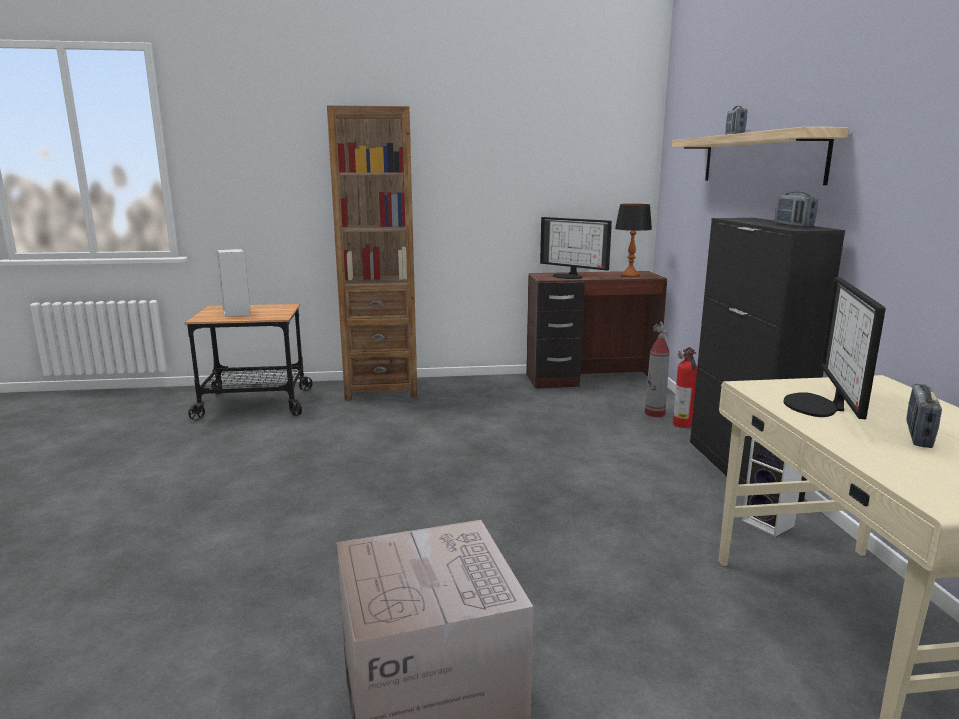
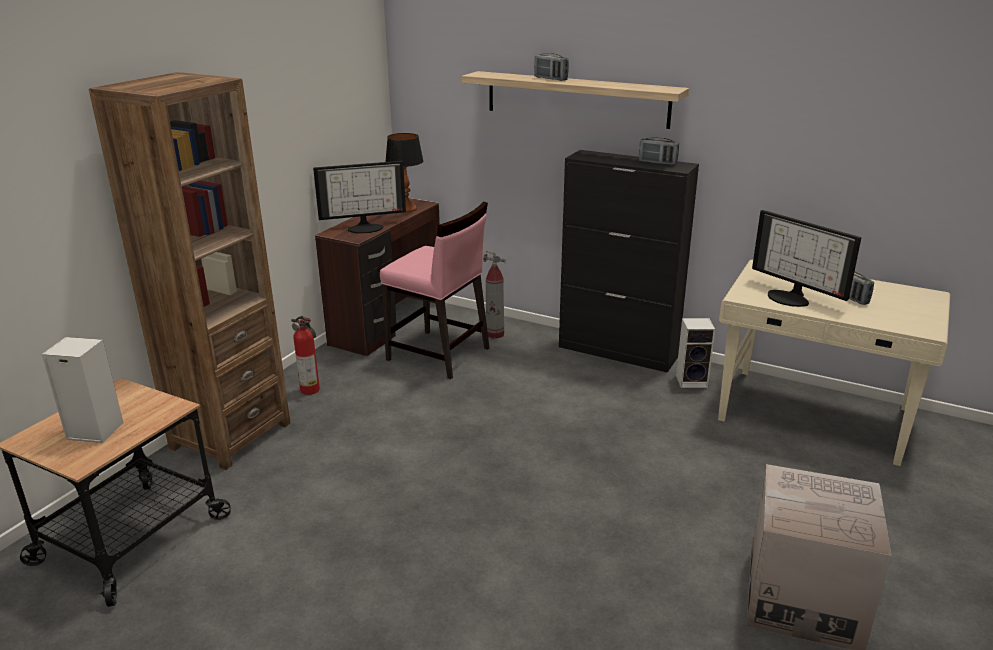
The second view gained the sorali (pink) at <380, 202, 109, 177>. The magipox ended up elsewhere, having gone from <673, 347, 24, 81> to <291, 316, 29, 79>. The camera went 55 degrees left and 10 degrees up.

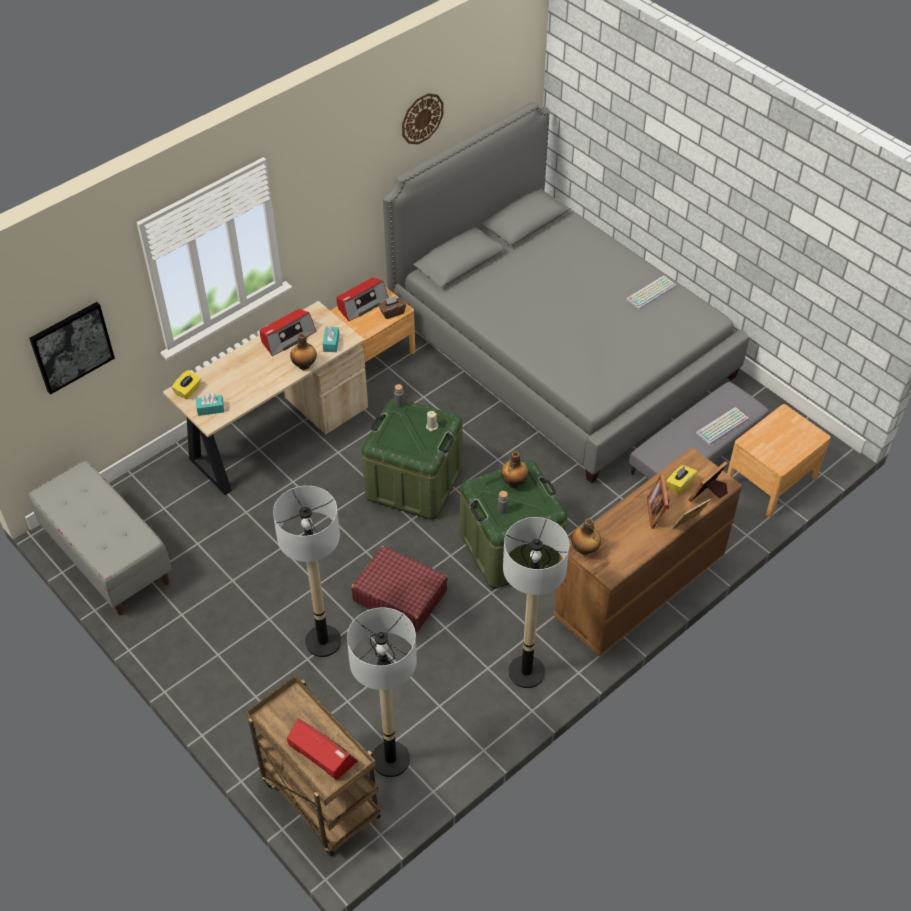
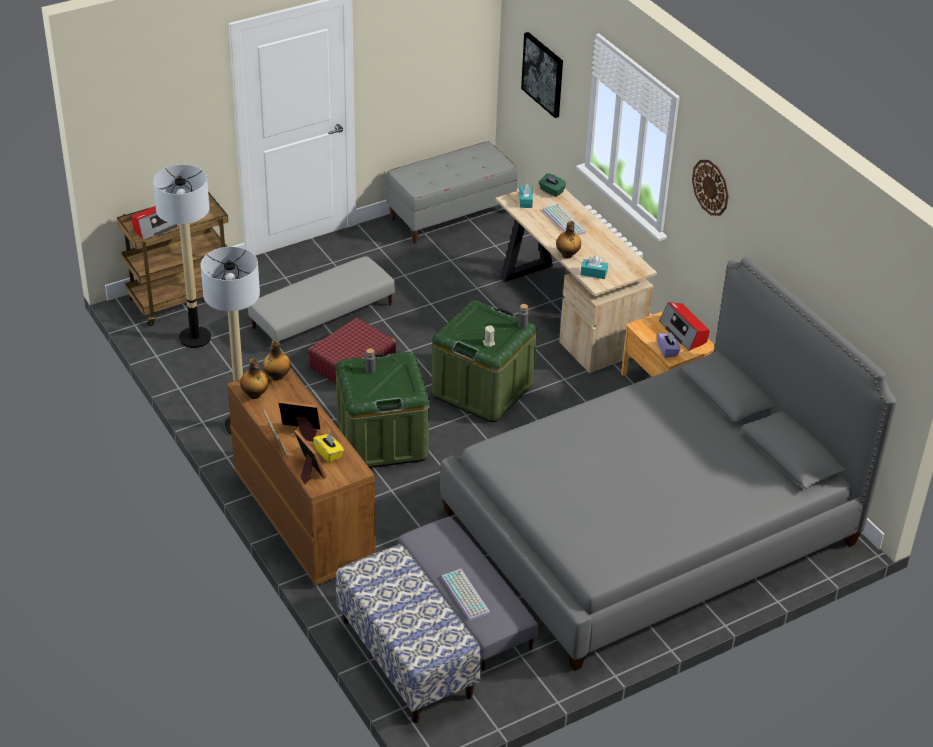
The second view lost the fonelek at <259, 309, 57, 47>. The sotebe ended up elsewhere, having gone from <402, 93, 42, 51> to <692, 160, 37, 56>. The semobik ended up elsewhere, having gone from <501, 451, 27, 37> to <240, 358, 29, 41>. The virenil ended up elsewhere, having gone from <626, 275, 51, 35> to <542, 204, 44, 31>. Where the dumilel stood at <273, 486, 68, 171>, the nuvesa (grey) came to stand at <248, 256, 147, 87>. Where the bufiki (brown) stood at <727, 404, 103, 113>, the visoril came to stand at <336, 544, 145, 179>. What was the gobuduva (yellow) at <172, 370, 29, 29> turned into the gobuduva (green) at <539, 173, 27, 24>. What was the gobuduva (brown) at <378, 296, 28, 23> turned into the gobuduva (purple) at <657, 332, 24, 26>. The camera went 100 degrees right and 10 degrees down.

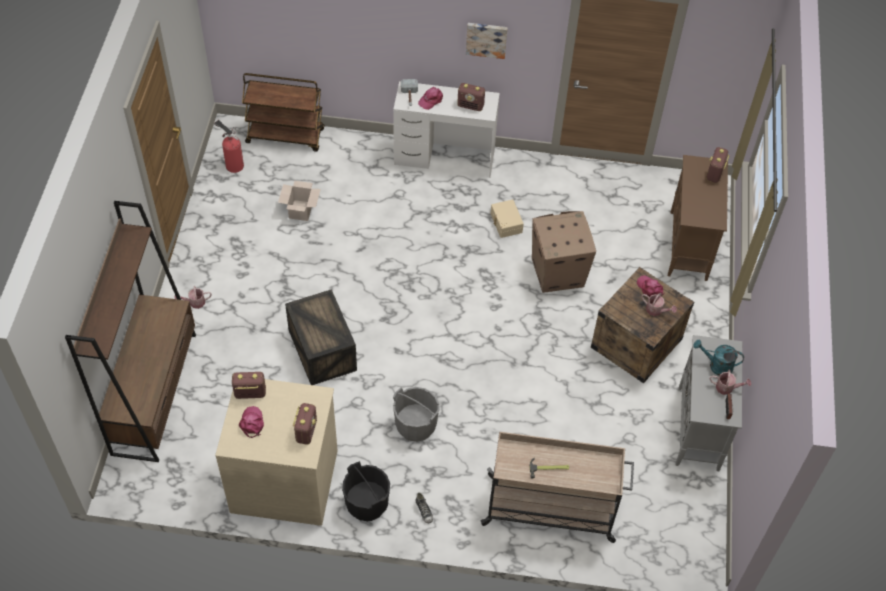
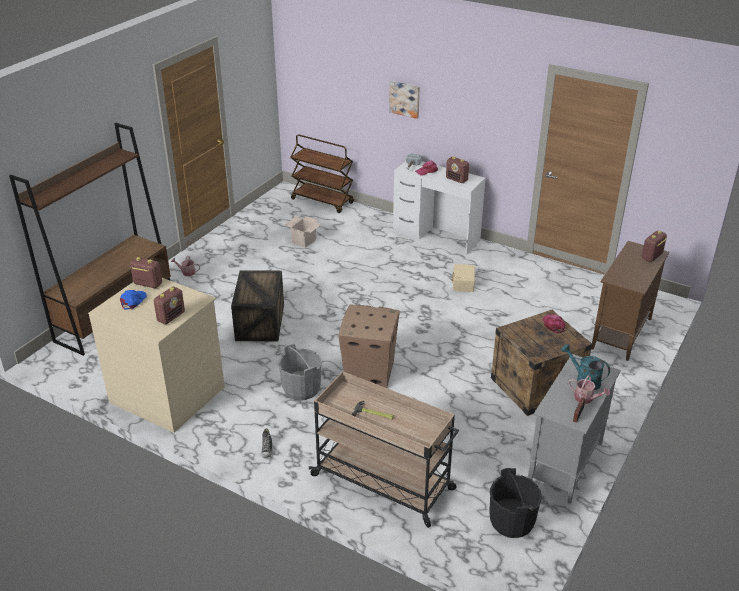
The second view lost the magipox at <214, 120, 30, 53>. The second view lost the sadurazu at <642, 293, 35, 23>. The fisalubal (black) ended up elsewhere, having gone from <342, 461, 48, 60> to <489, 468, 53, 70>. The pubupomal ended up elsewhere, having gone from <466, 23, 42, 36> to <389, 81, 31, 38>. The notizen ended up elsewhere, having gone from <532, 211, 64, 82> to <338, 304, 62, 84>. What was the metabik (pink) at <239, 406, 25, 32> turned into the metabik (blue) at <120, 290, 27, 20>. The camera went 25 degrees right and 20 degrees down.

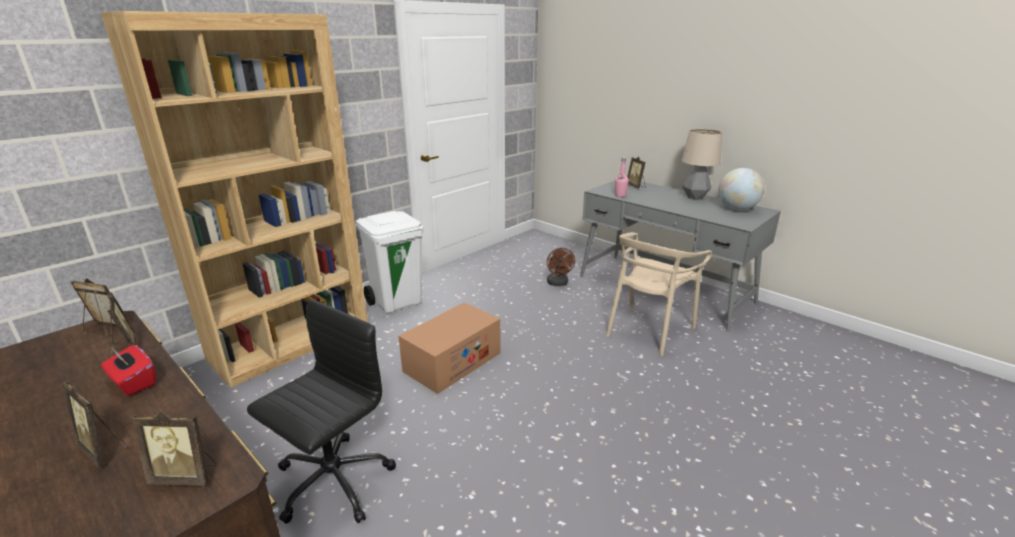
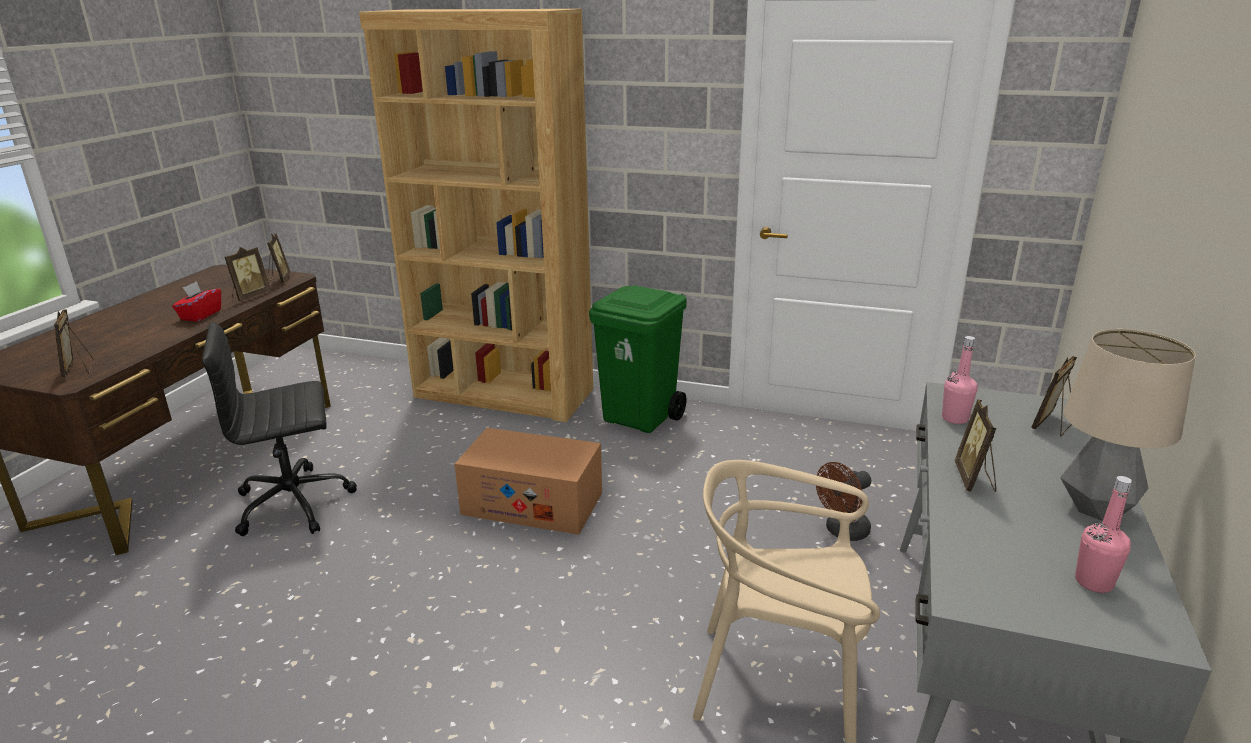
The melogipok ended up elsewhere, having gone from <63, 382, 66, 86> to <955, 399, 41, 93>. Where the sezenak stood at <718, 168, 47, 43>, the semobik (pink) came to stand at <1075, 476, 57, 117>. What was the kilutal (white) at <356, 211, 67, 103> turned into the kilutal (green) at <589, 285, 98, 148>. The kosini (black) at <247, 299, 149, 225> ended up facing another way, 150 degrees clockwise from before. The camera went 65 degrees right and 0 degrees up.

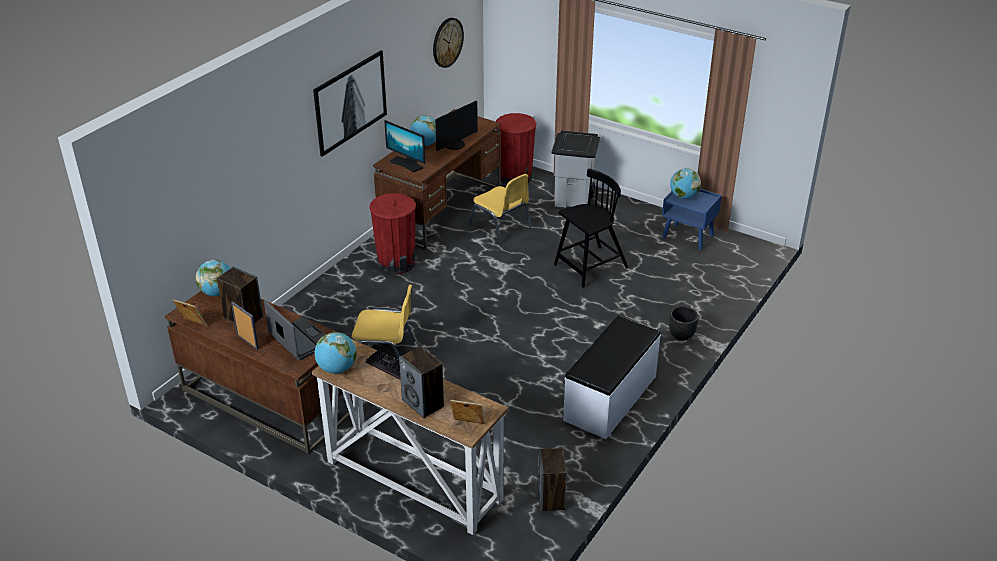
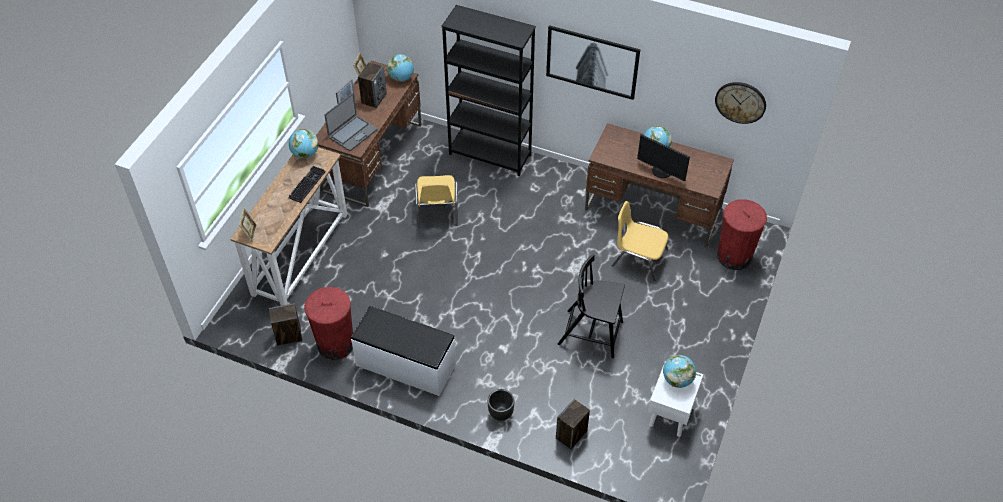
The second view lost the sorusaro at <384, 120, 41, 52>. The second view lost the kilutal (grey) at <551, 131, 49, 77>. The second view gained the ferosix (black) at <442, 5, 94, 171>. The kilutal (red) ended up elsewhere, having gone from <369, 193, 47, 81> to <304, 287, 49, 73>. The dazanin ended up elsewhere, having gone from <399, 346, 45, 72> to <556, 399, 34, 50>. What was the bufiki (blue) at <662, 189, 60, 61> turned into the bufiki (white) at <648, 362, 56, 75>. The sorali (yellow) at <469, 174, 63, 70> ended up facing another way, 75 degrees clockwise from before. The sorali (black) at <554, 168, 75, 120> ended up facing another way, 150 degrees clockwise from before. The camera went 80 degrees right and 15 degrees up.

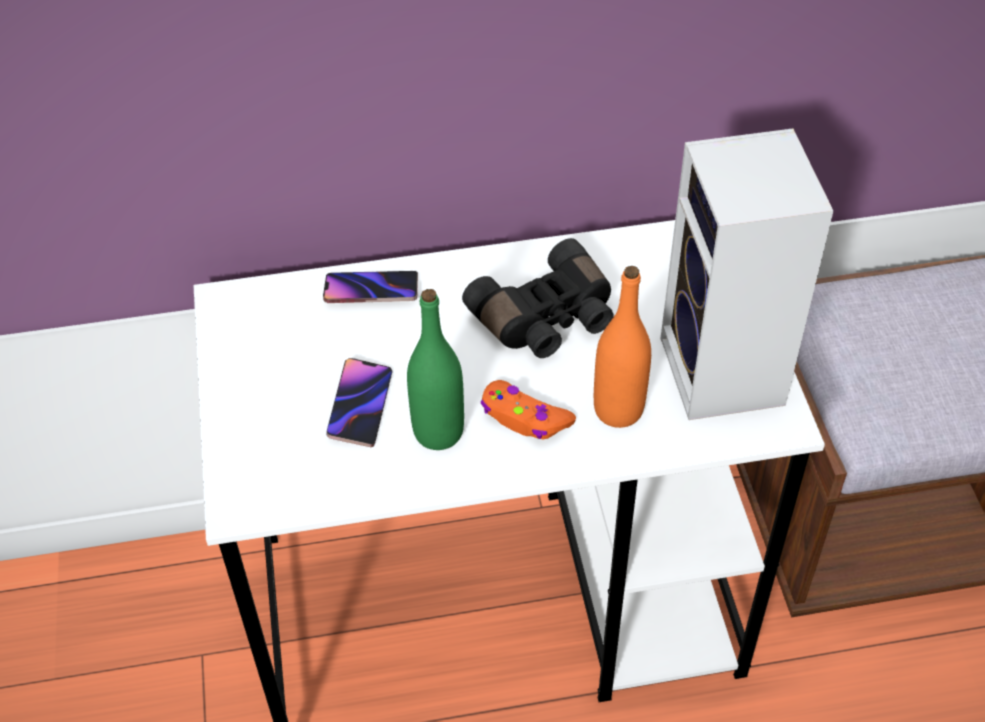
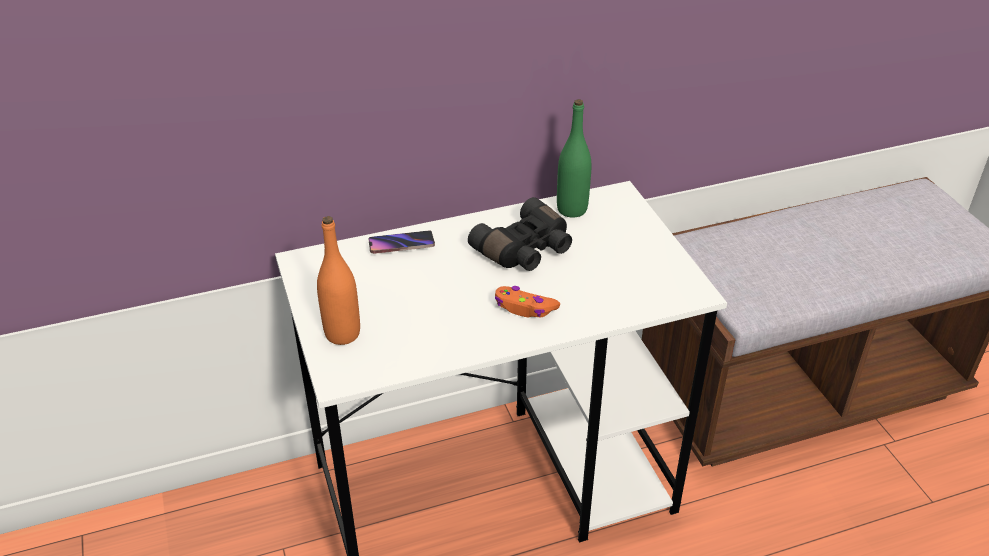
The second view lost the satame at <326, 358, 67, 89>. The second view lost the dazanin at <660, 128, 173, 292>. The semobik (green) ended up elsewhere, having gone from <407, 289, 57, 161> to <557, 99, 34, 119>. The semobik (orange) ended up elsewhere, having gone from <594, 266, 57, 162> to <317, 216, 43, 129>. The camera went 10 degrees left and 10 degrees down.

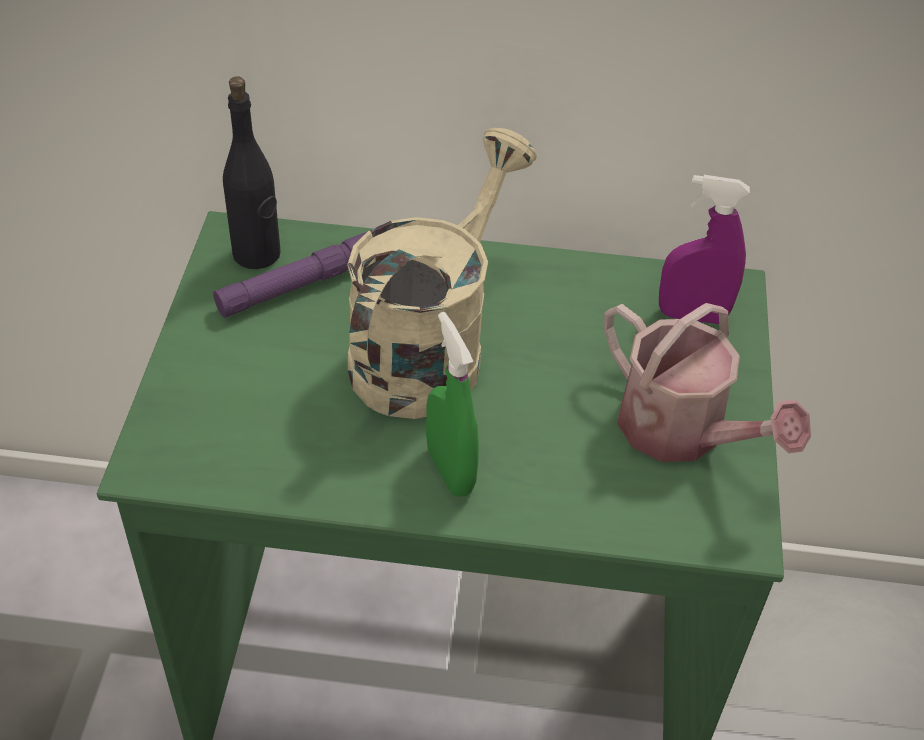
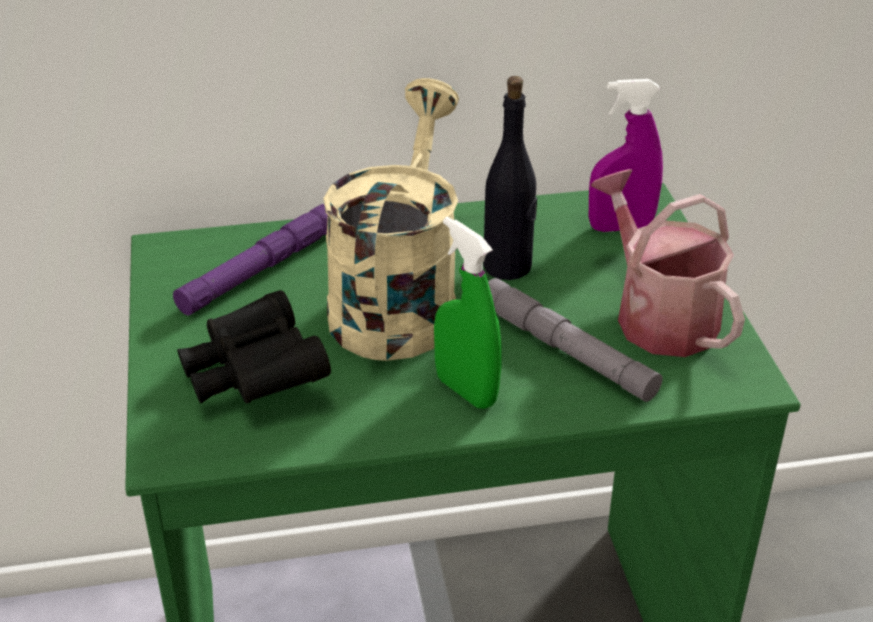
The second view gained the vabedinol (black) at <177, 290, 154, 113>. The second view gained the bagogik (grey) at <488, 278, 175, 124>. The semobik (black) ended up elsewhere, having gone from <223, 76, 58, 193> to <483, 76, 54, 204>. The sadurazu at <603, 303, 208, 159> ended up facing another way, 150 degrees counterclockwise from before. The camera went 15 degrees left and 10 degrees down.

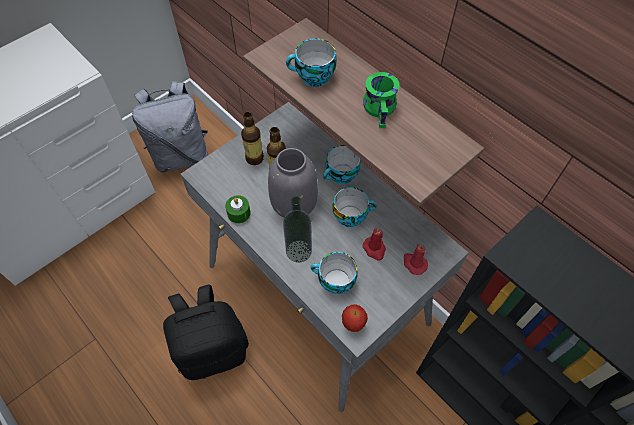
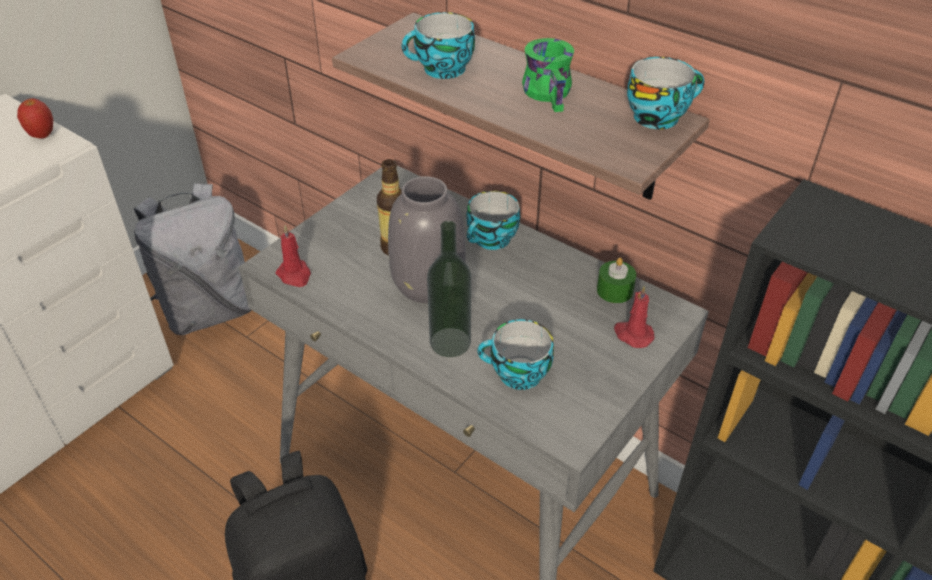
The second view lost the semobik at <241, 112, 23, 53>. The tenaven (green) ended up elsewhere, having gone from <225, 195, 26, 28> to <597, 258, 39, 45>. The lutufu ended up elsewhere, having gone from <332, 187, 45, 40> to <627, 57, 77, 72>. The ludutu ended up elsewhere, having gone from <342, 304, 26, 28> to <17, 98, 36, 41>. The tenaven (red) ended up elsewhere, having gone from <362, 227, 24, 34> to <276, 225, 35, 62>. The camera went 10 degrees left and 15 degrees down.

